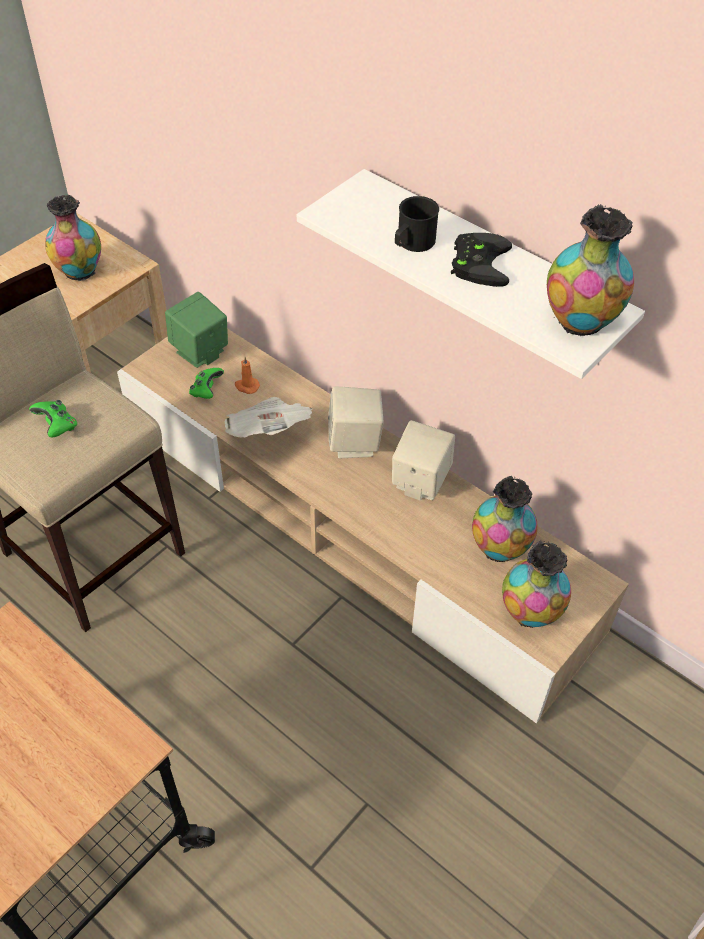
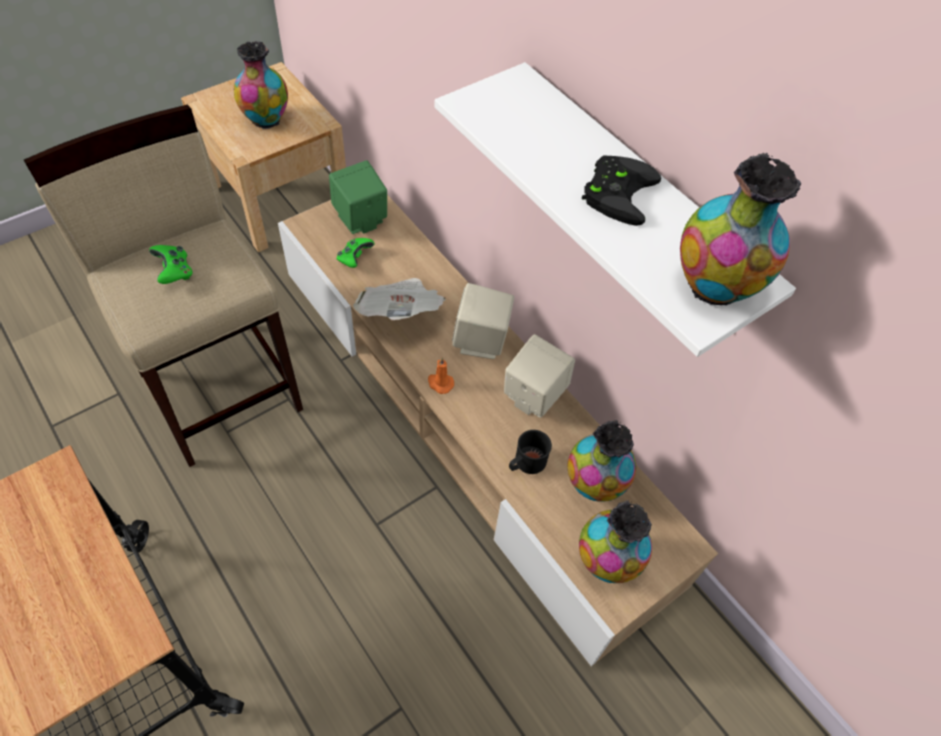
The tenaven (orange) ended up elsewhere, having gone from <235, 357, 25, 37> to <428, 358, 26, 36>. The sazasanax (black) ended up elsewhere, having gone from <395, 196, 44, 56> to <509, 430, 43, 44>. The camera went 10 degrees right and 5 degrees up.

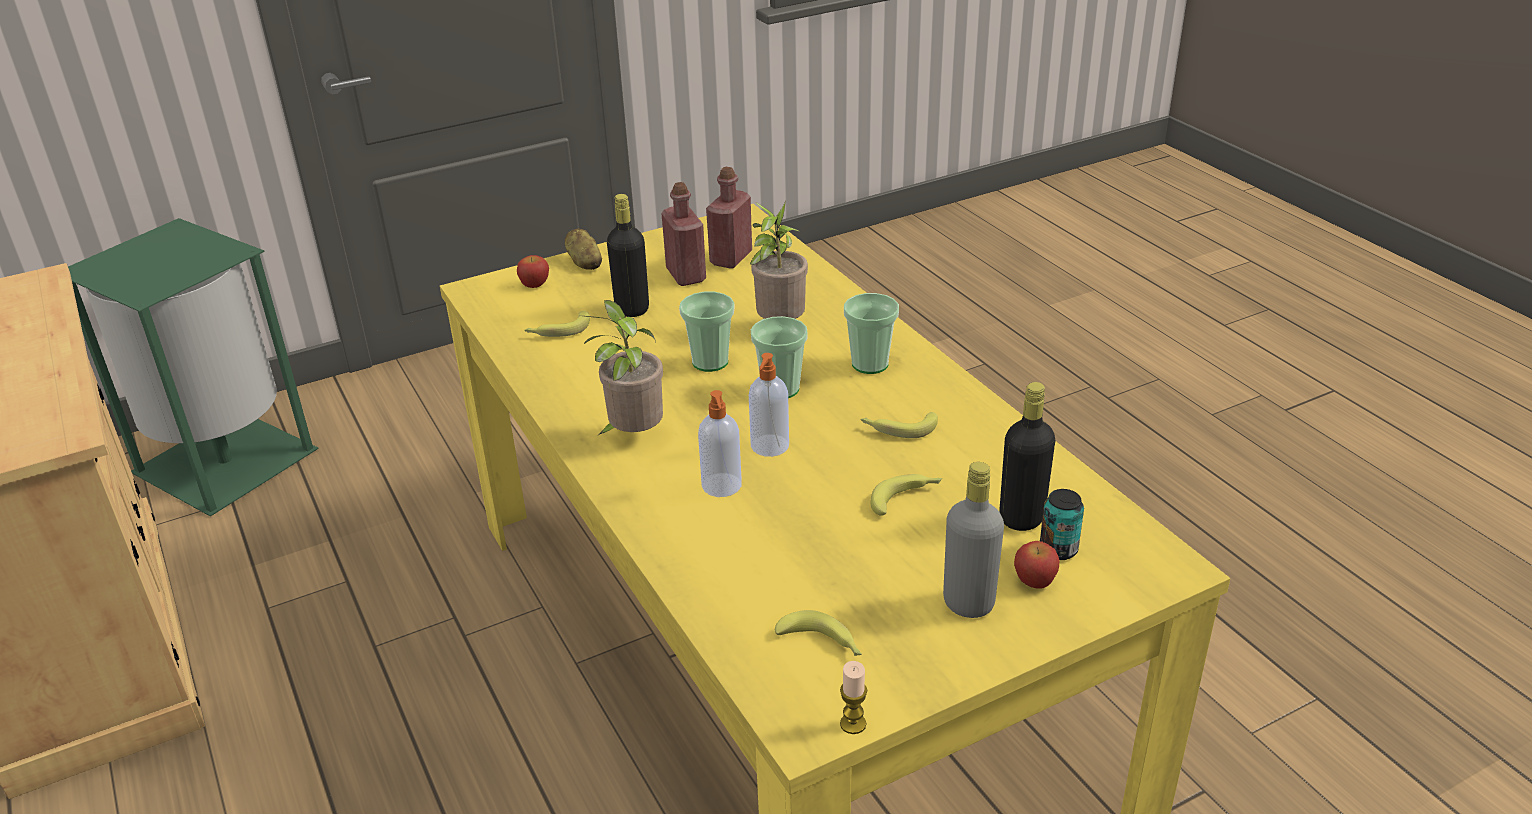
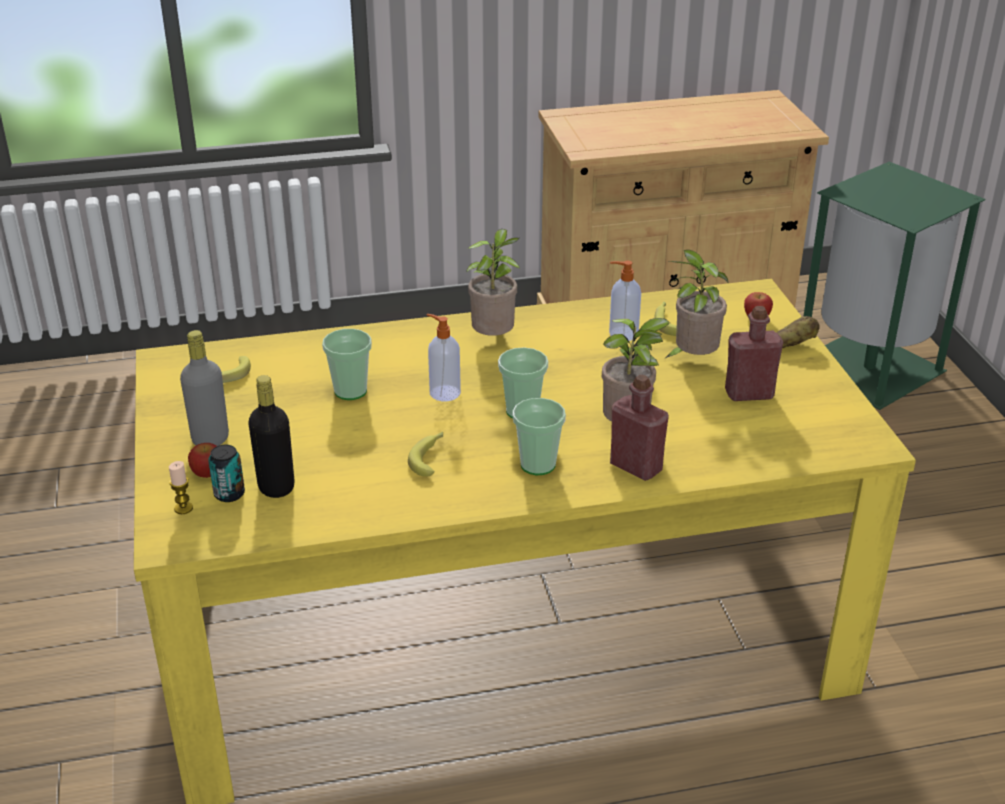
The second view lost the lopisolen at <871, 474, 71, 42>. The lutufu ended up elsewhere, having gone from <679, 292, 55, 80> to <322, 329, 50, 71>. The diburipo ended up elsewhere, having gone from <698, 390, 44, 107> to <609, 261, 32, 80>. The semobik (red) ended up elsewhere, having gone from <706, 167, 46, 102> to <610, 375, 59, 106>. The tenaven ended up elsewhere, having gone from <840, 661, 27, 73> to <169, 461, 24, 53>. Where the semobik (black) stood at <607, 194, 42, 123>, the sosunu came to stand at <664, 250, 64, 109>. The camera went 105 degrees right and 0 degrees up.

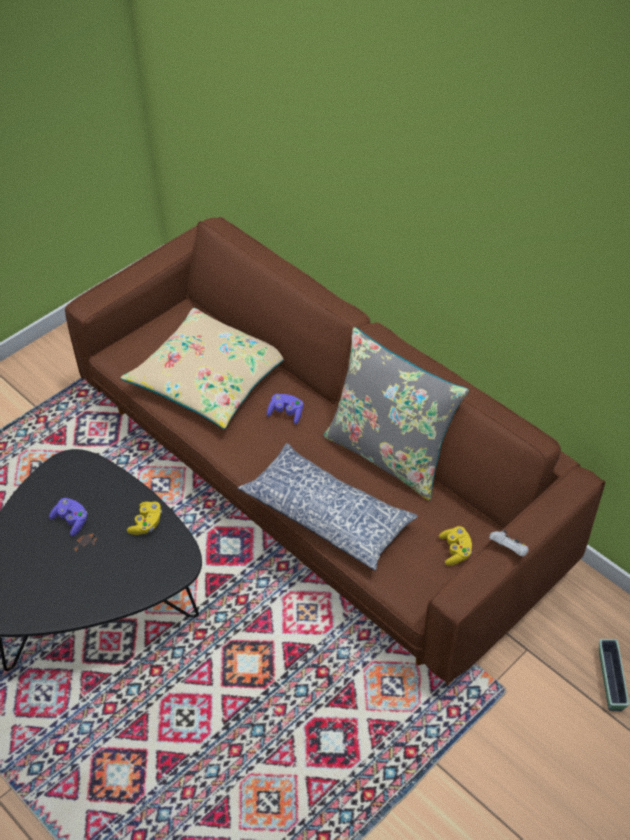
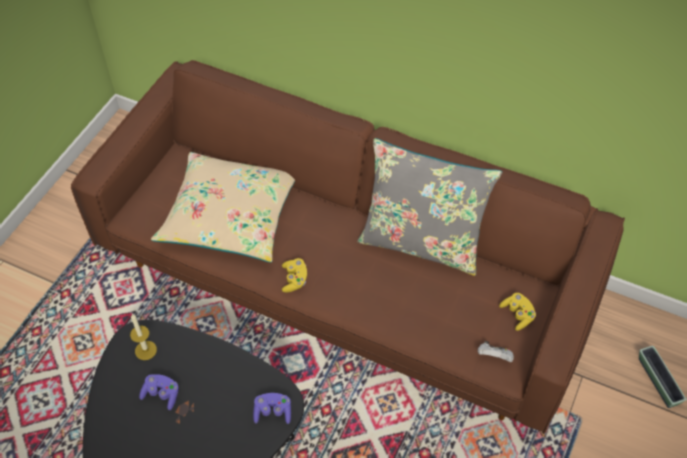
The second view lost the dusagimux at <238, 443, 180, 128>. The second view gained the tenaven at <130, 314, 27, 46>. The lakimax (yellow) ended up elsewhere, having gone from <127, 502, 35, 33> to <282, 258, 25, 34>. The lakimax (purple) ended up elsewhere, having gone from <267, 394, 36, 30> to <253, 393, 38, 31>. The lakimax (white) ended up elsewhere, having gone from <489, 530, 39, 27> to <478, 341, 36, 21>. The camera went 20 degrees left and 5 degrees up.

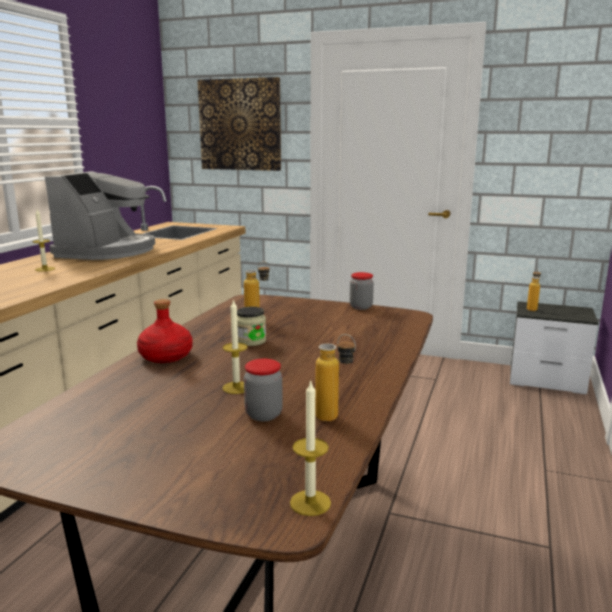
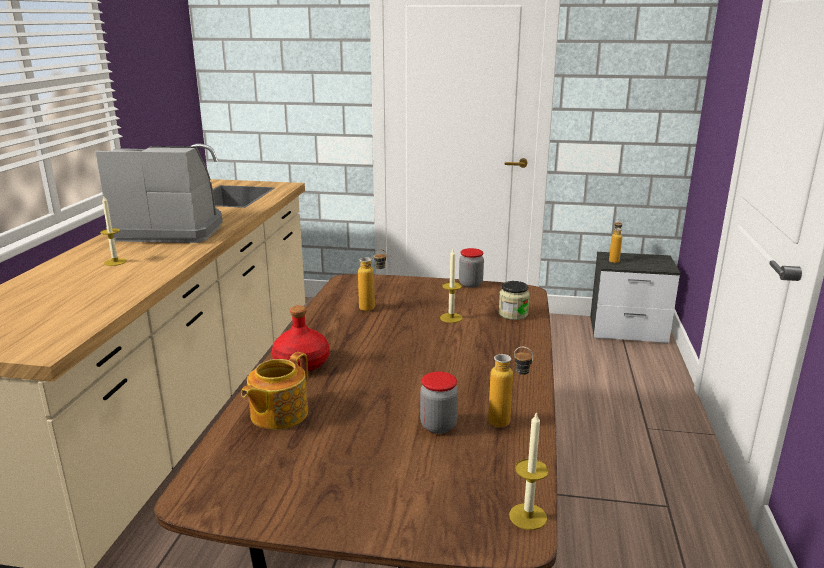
The second view lost the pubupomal at <198, 77, 83, 94>. The second view gained the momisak at <241, 352, 67, 78>. The tenaven ended up elsewhere, having gone from <222, 299, 26, 95> to <440, 249, 23, 74>. The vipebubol ended up elsewhere, having gone from <237, 307, 29, 39> to <499, 281, 31, 39>. The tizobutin at <45, 171, 110, 89> ended up facing another way, 90 degrees counterclockwise from before. The camera went 10 degrees left and 5 degrees up.

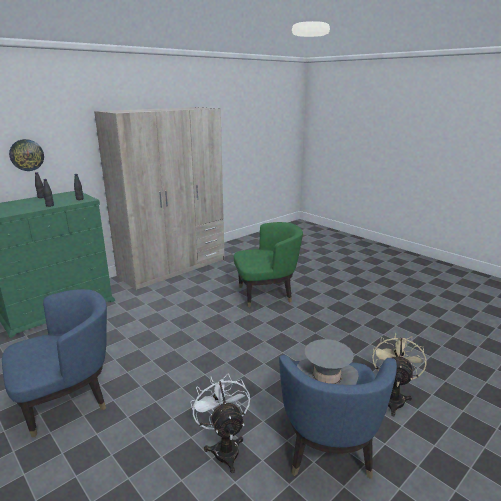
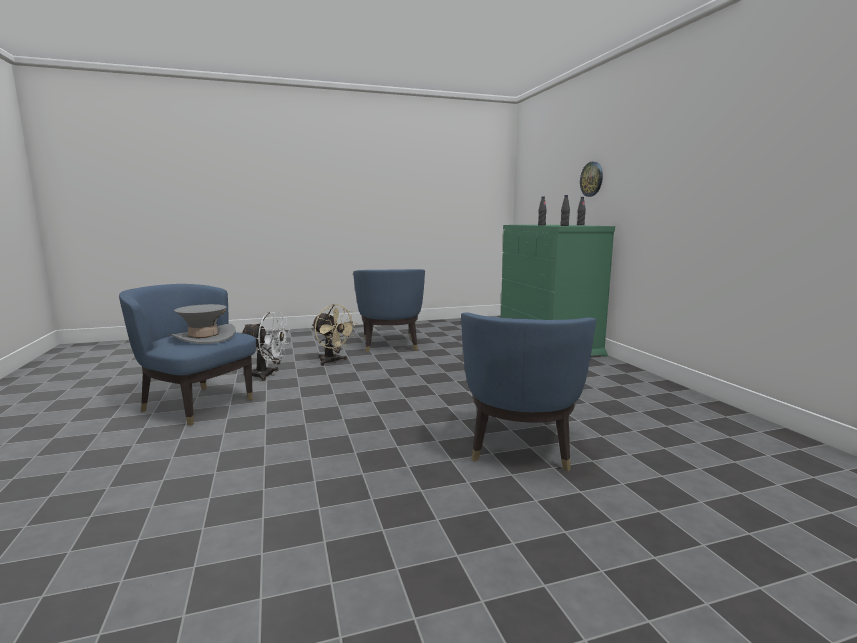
The second view lost the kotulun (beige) at <94, 107, 130, 183>. The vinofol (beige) ended up elsewhere, having gone from <372, 333, 55, 83> to <312, 304, 45, 62>. What was the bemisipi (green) at <234, 222, 69, 85> turned into the bemisipi (blue) at <461, 312, 135, 159>. The camera went 115 degrees right and 10 degrees down.

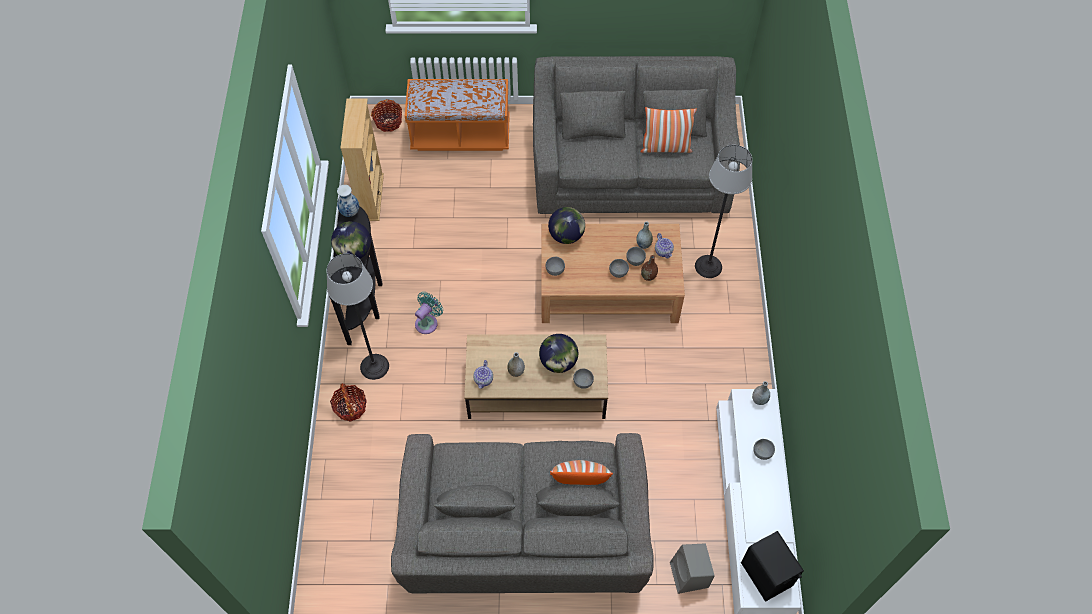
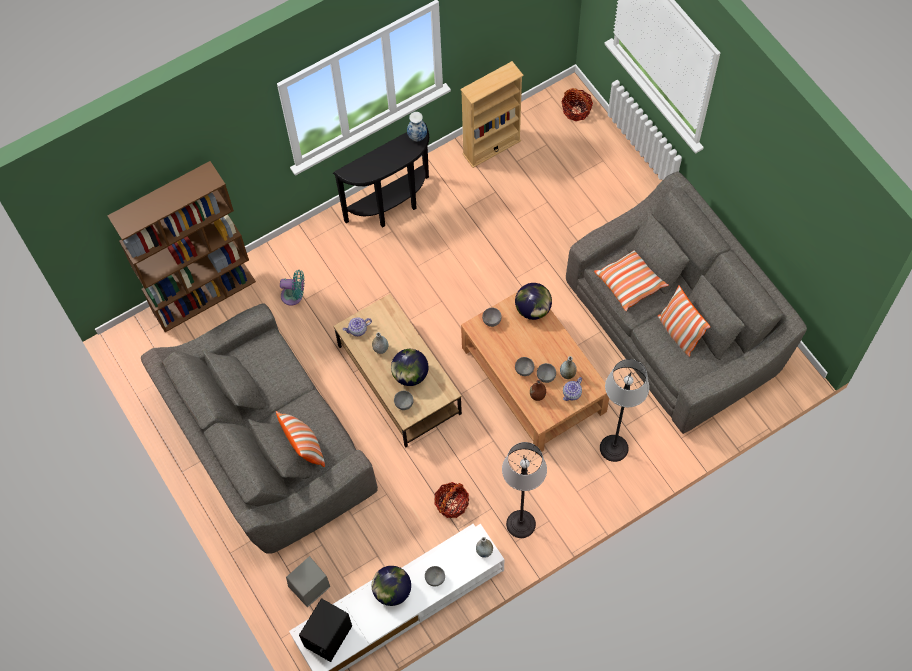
The second view lost the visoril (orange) at <405, 79, 105, 72>. The second view gained the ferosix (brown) at <107, 161, 149, 171>. The second view gained the dusagimux at <594, 250, 75, 61>. The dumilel ended up elsewhere, having gone from <326, 254, 63, 126> to <502, 442, 45, 96>. The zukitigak ended up elsewhere, having gone from <330, 383, 36, 39> to <434, 482, 35, 36>. The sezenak ended up elsewhere, having gone from <331, 221, 40, 38> to <372, 566, 39, 40>. The vinofol (turquoise) ended up elsewhere, having gone from <415, 292, 28, 42> to <280, 270, 24, 36>. The camera went 60 degrees right and 5 degrees up.

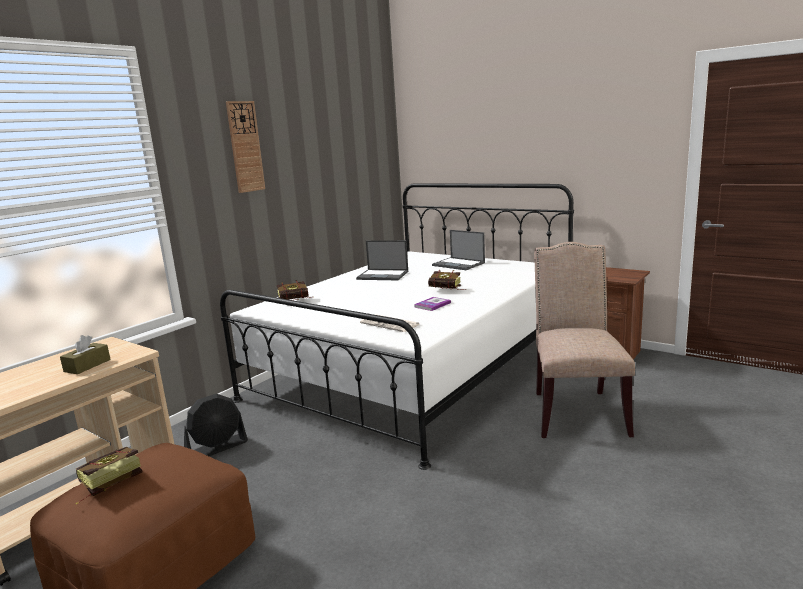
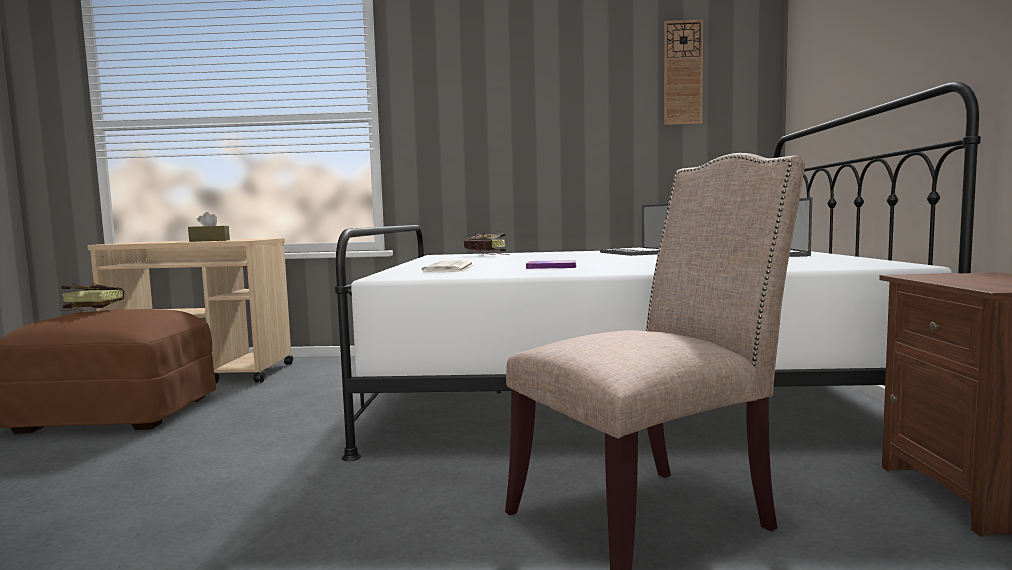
The second view lost the vinofol (black) at <184, 394, 64, 62>. The second view lost the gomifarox at <428, 270, 39, 20>. The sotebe ended up elsewhere, having gone from <226, 101, 39, 92> to <664, 19, 39, 106>. The camera went 55 degrees right and 10 degrees down.

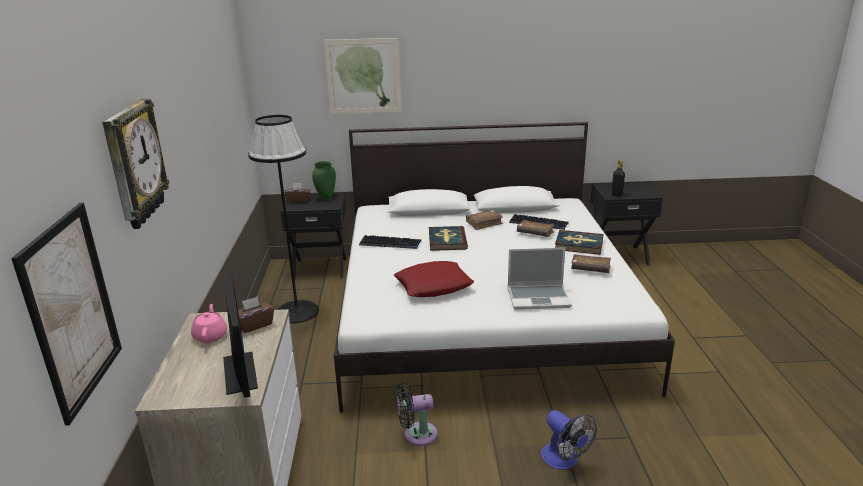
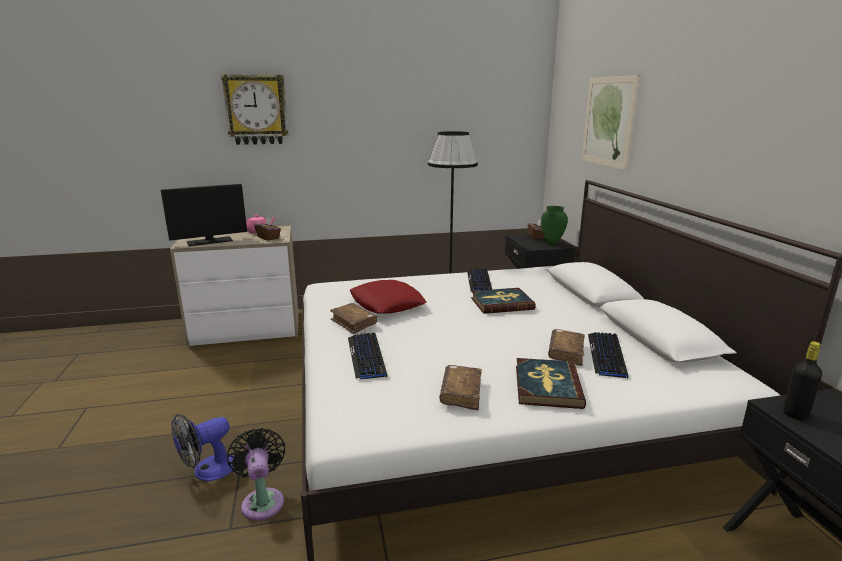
The second view lost the pubupomal at <11, 203, 111, 223>. The vinofol (black) ended up elsewhere, having gone from <396, 382, 42, 64> to <227, 428, 58, 93>. The gomifarox (brown) ended up elsewhere, having gone from <466, 210, 37, 20> to <330, 303, 47, 31>. Where the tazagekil stood at <508, 247, 64, 63>, the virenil came to stand at <348, 332, 39, 47>. The camera went 80 degrees right and 5 degrees down.

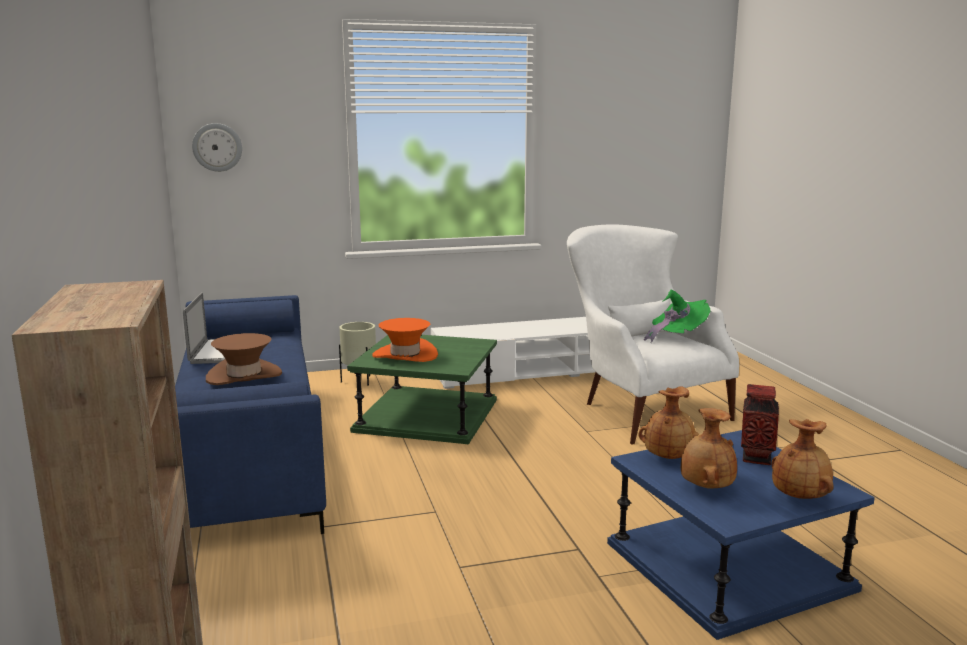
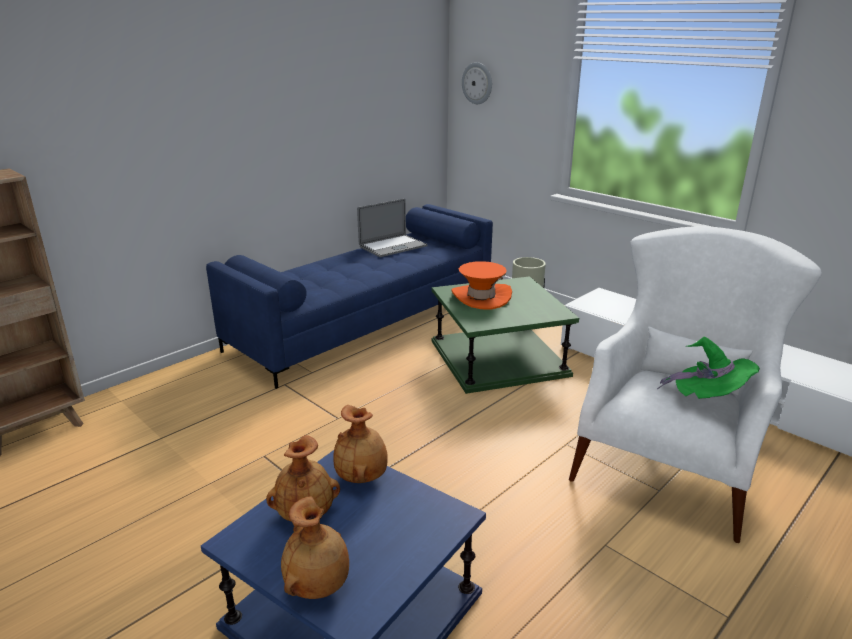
The second view lost the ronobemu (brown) at <206, 333, 76, 52>. The second view lost the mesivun at <741, 384, 38, 81>. The camera went 60 degrees right and 10 degrees up.

